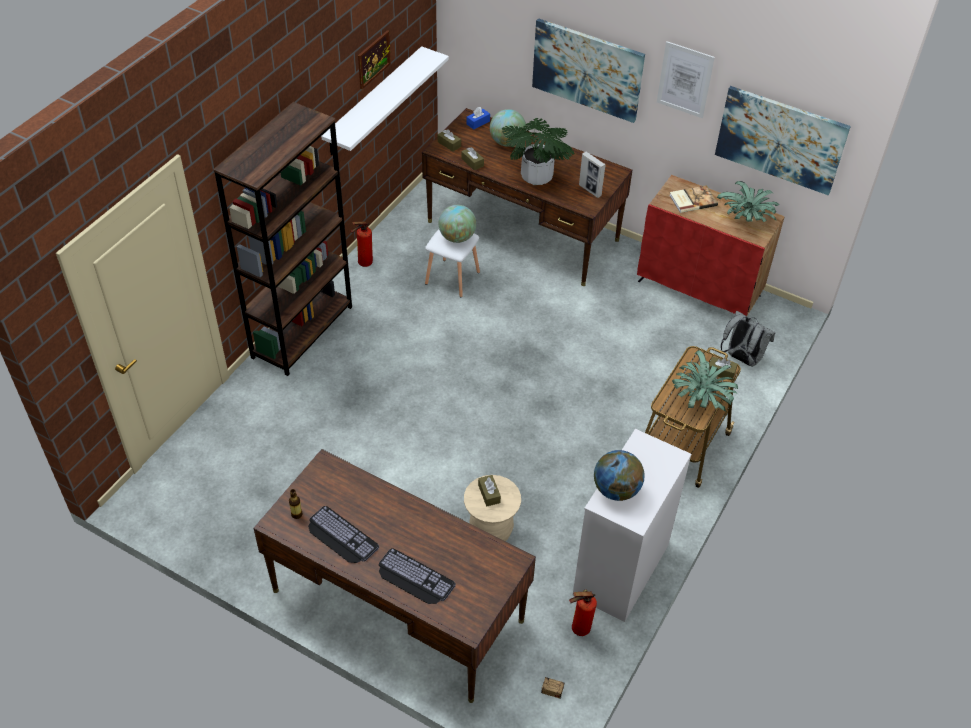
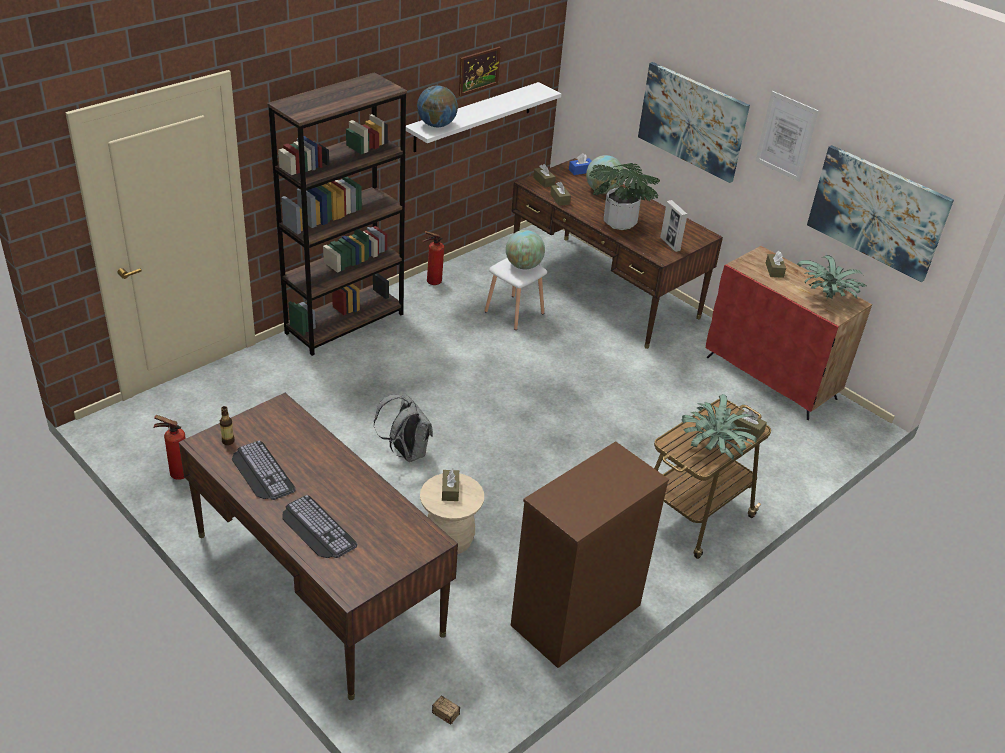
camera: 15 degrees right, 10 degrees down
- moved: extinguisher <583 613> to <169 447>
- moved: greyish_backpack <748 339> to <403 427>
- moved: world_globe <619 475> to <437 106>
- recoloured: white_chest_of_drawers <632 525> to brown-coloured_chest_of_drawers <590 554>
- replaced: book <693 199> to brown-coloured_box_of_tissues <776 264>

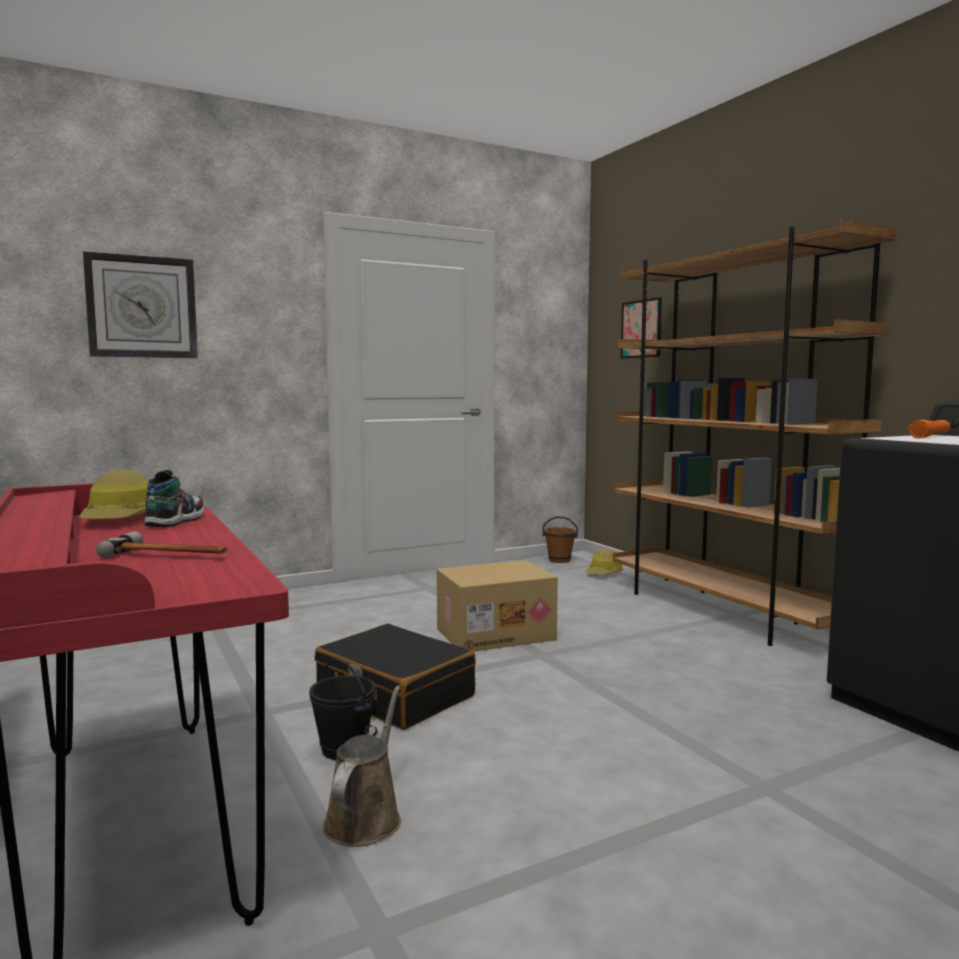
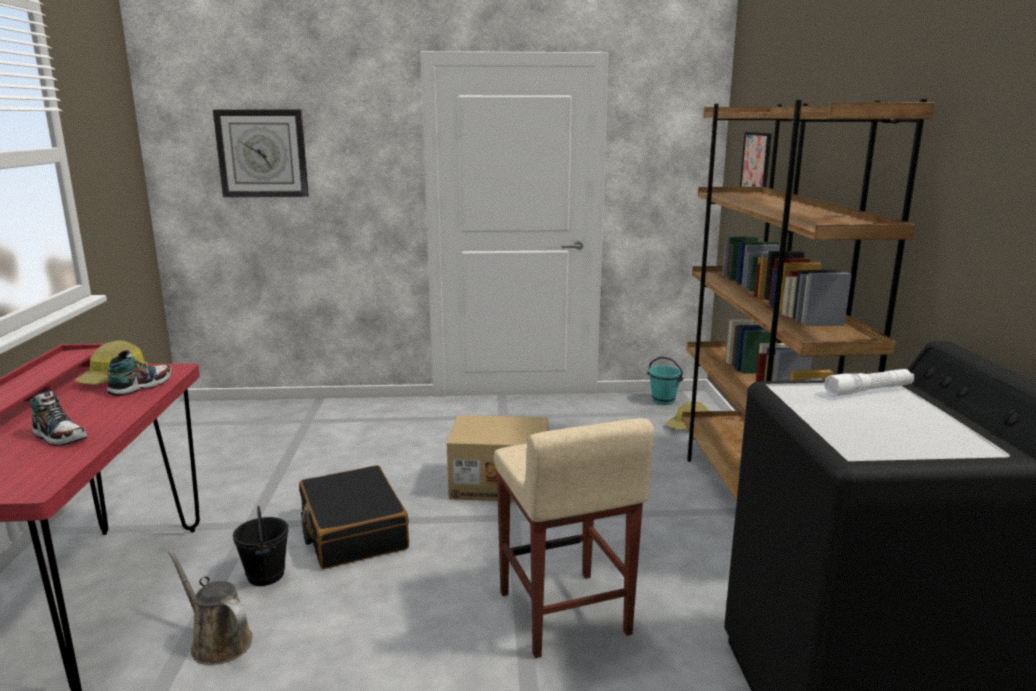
camera: 25 degrees right, 10 degrees up
- replaced: hand_hammer <162 544> to low_shoe <58 418>
- turned: brown-coloured_sprinkling_can <362 766> = <210 607> 90 degrees counterclockwise
- added: beige-coloured_sitting_stool <574 538>
- recoloured: brown-coloured_pail <560 540> to turquoise_pail <665 381>
- recoloured: orange_flashlight <930 429> to white_flashlight <869 383>

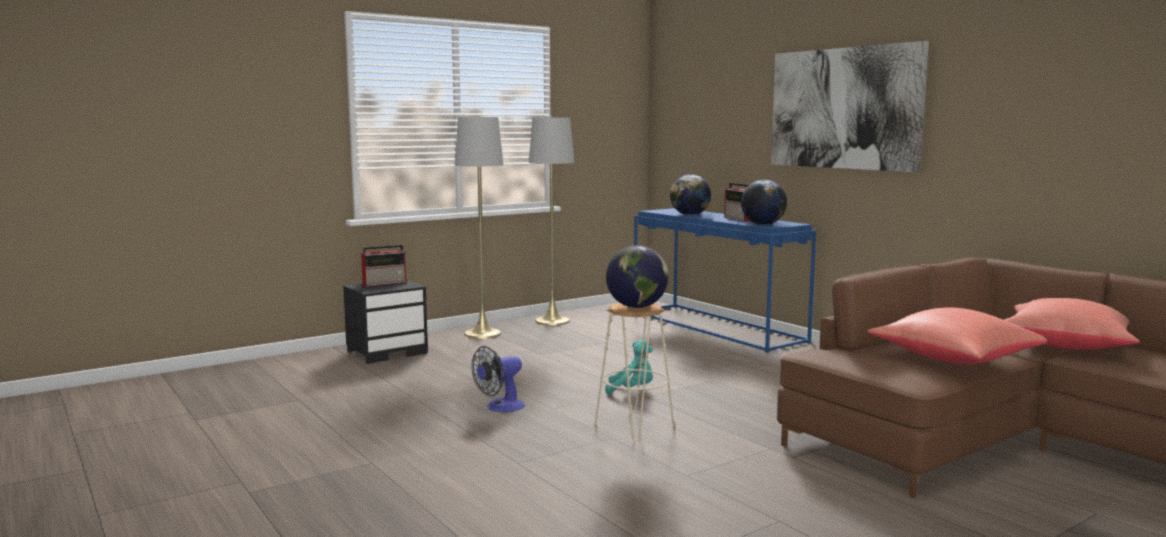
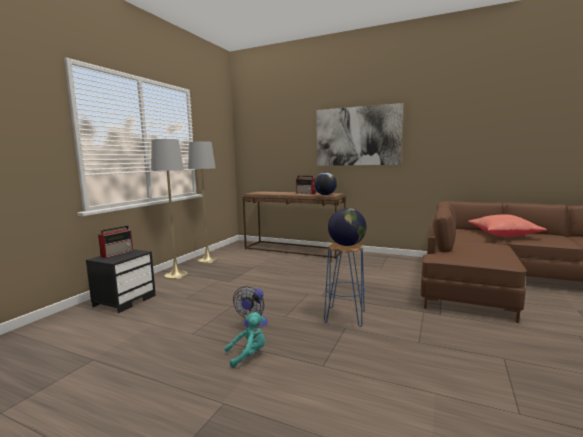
camera: 30 degrees left, 0 degrees up
- moved: turquoise_soft_toy <629 367> to <245 340>
- recoloured: bluish_console_table <725 280> to brown-coloured_console_table <294 225>
- recoloured: beige-coloured_sitting_stool <634 372> to bluish_sitting_stool <344 285>
- removed: world_globe <690 194>
- removed: red-coloured_cushion <957 335>

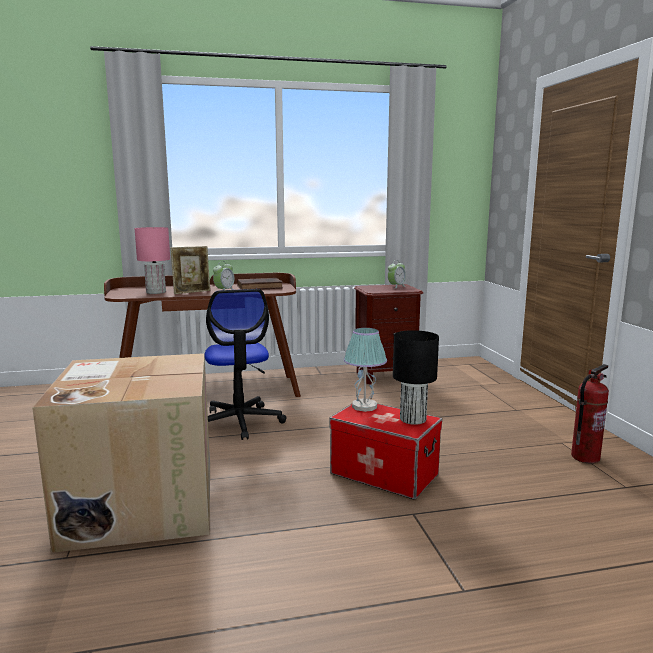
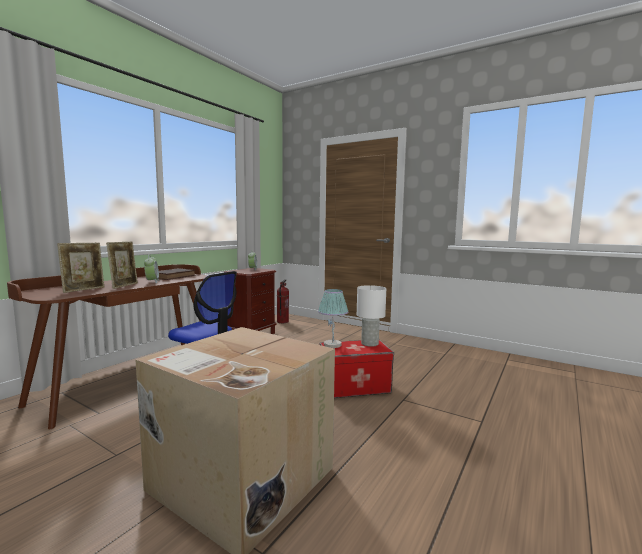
camera: 45 degrees left, 5 degrees down
- replaced: pink_table_lamp <152 260> to standing_frame <80 268>
- moved: extinguisher <590 414> to <283 301>
- recoloured: black_table_lamp <416 377> to white_table_lamp <371 316>

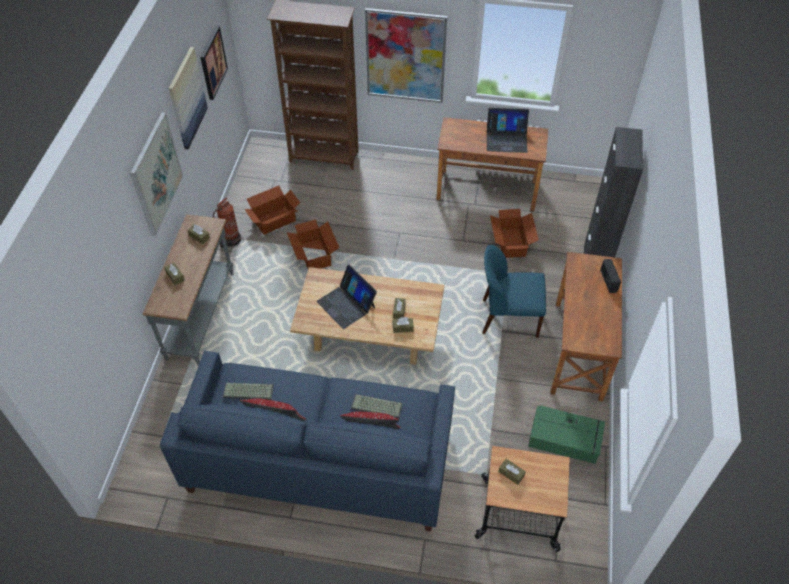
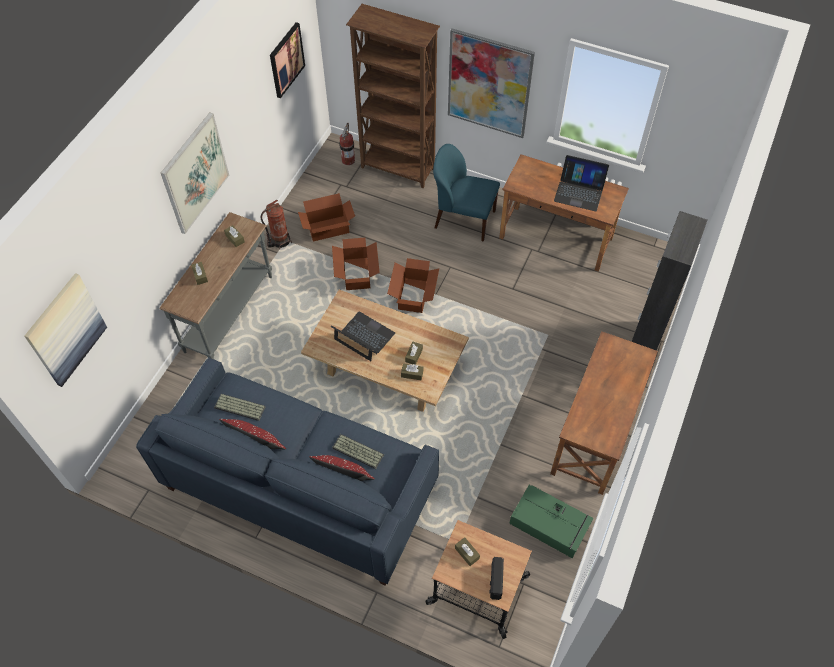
camera: 15 degrees right, 5 degrees up
- moved: wall_art <188 98> to <66 330>
- turned: laptop <347 297> = <362 336> 150 degrees clockwise
- added: extinguisher <347 143>
- moved: carton <514 233> to <413 285>
- moved: bluish_upright_chair <514 291> to <466 193>
- moved: radio <610 276> to <496 578>

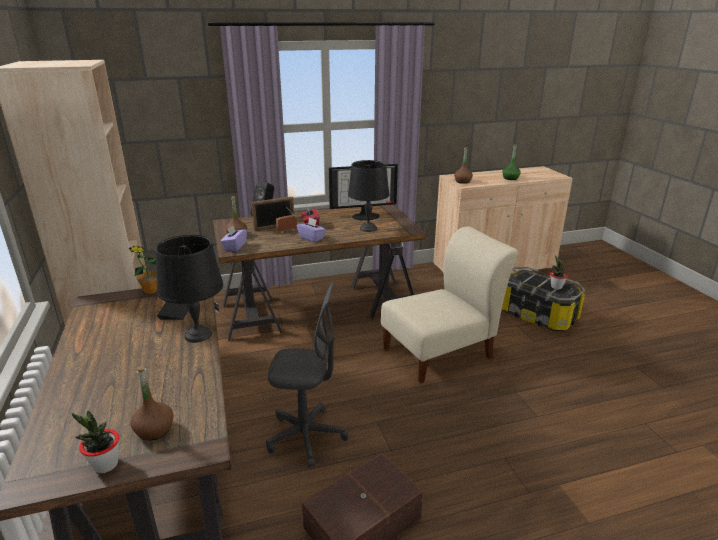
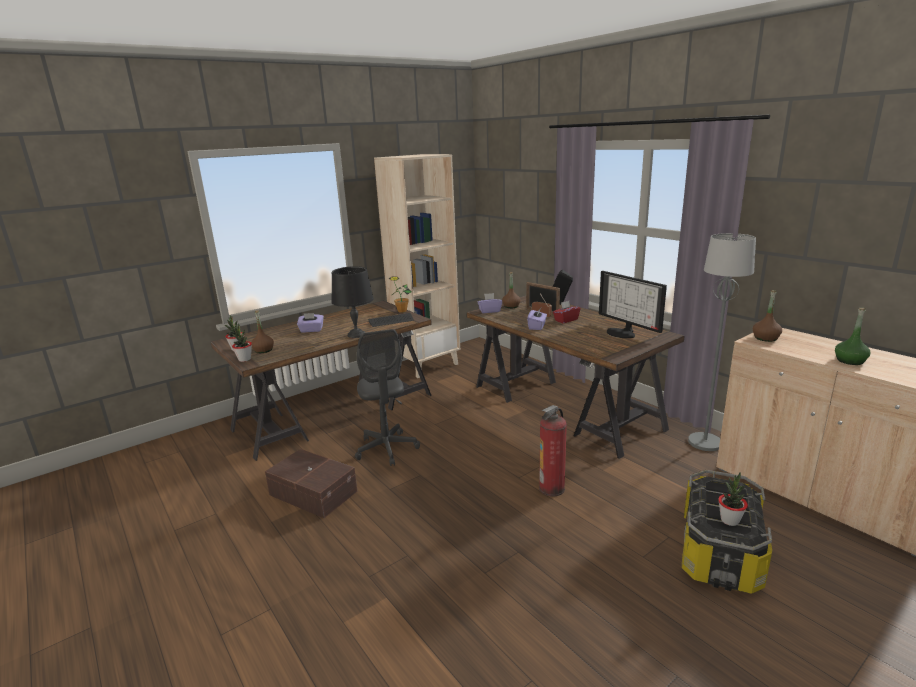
camera: 70 degrees right, 5 degrees down
- added: potted_plant <242 342>
- added: purple_box_of_tissues <310 323>
- replaced: beige-coloured_upright_chair <449 305> to extinguisher <553 450>
- added: greyish_floor_lamp <722 342>
- removed: black_table_lamp <368 196>

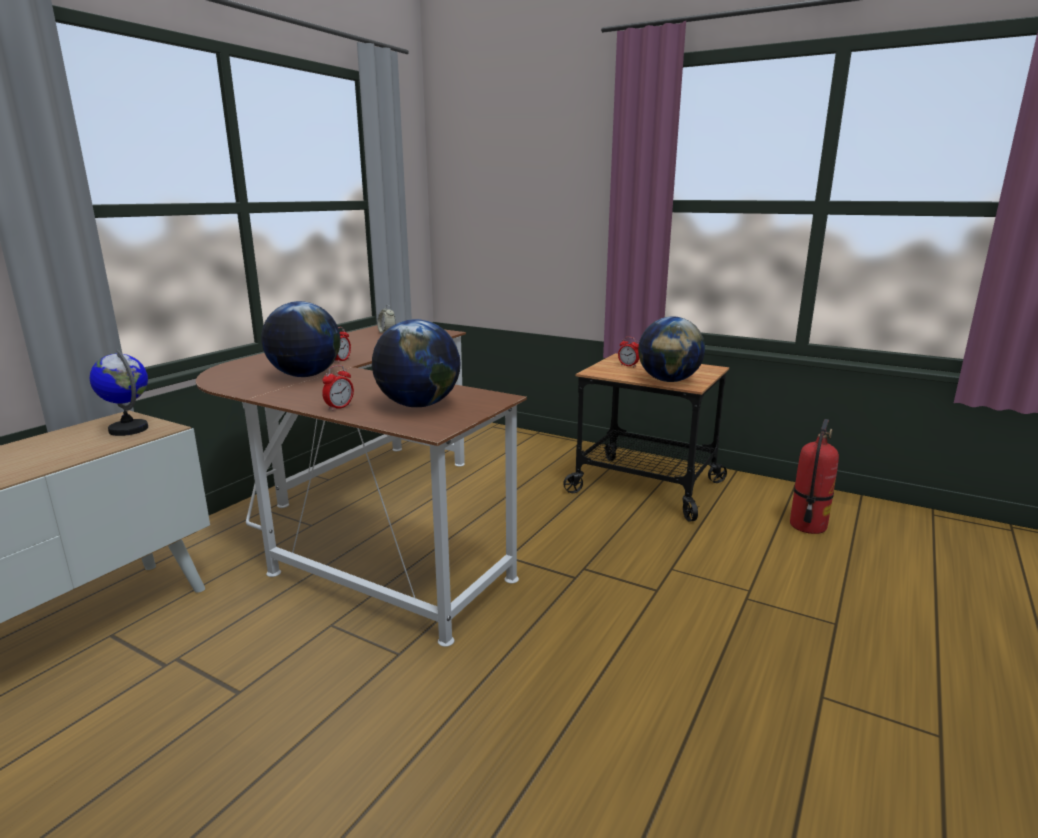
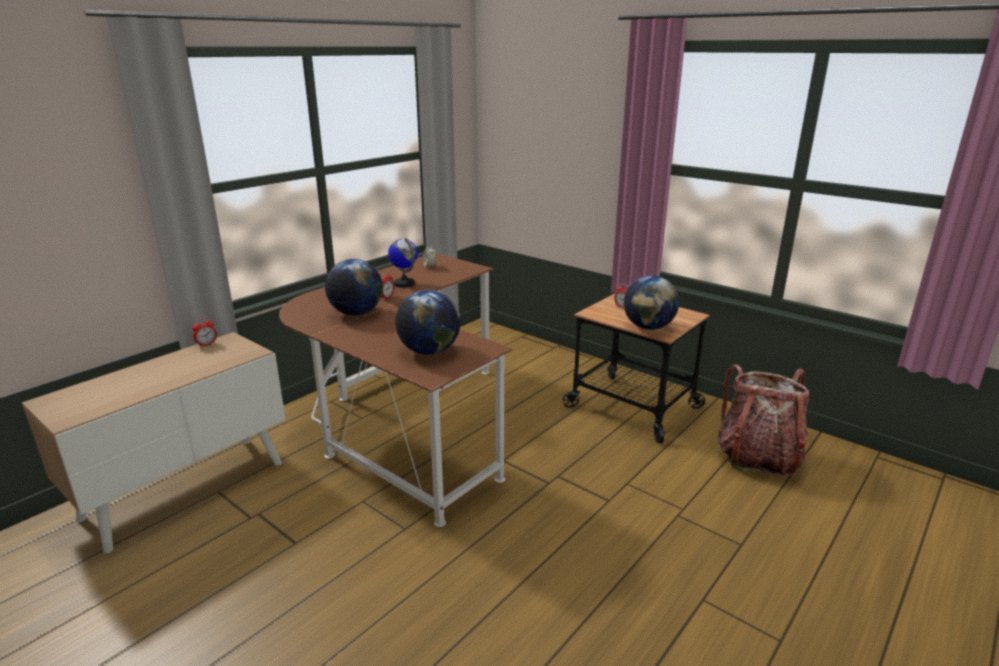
camera: 10 degrees right, 5 degrees up
- moved: table_clock <338 388> to <204 332>
- moved: world_globe <118 392> to <403 262>
- replaced: extinguisher <814 476> to backpack <764 421>

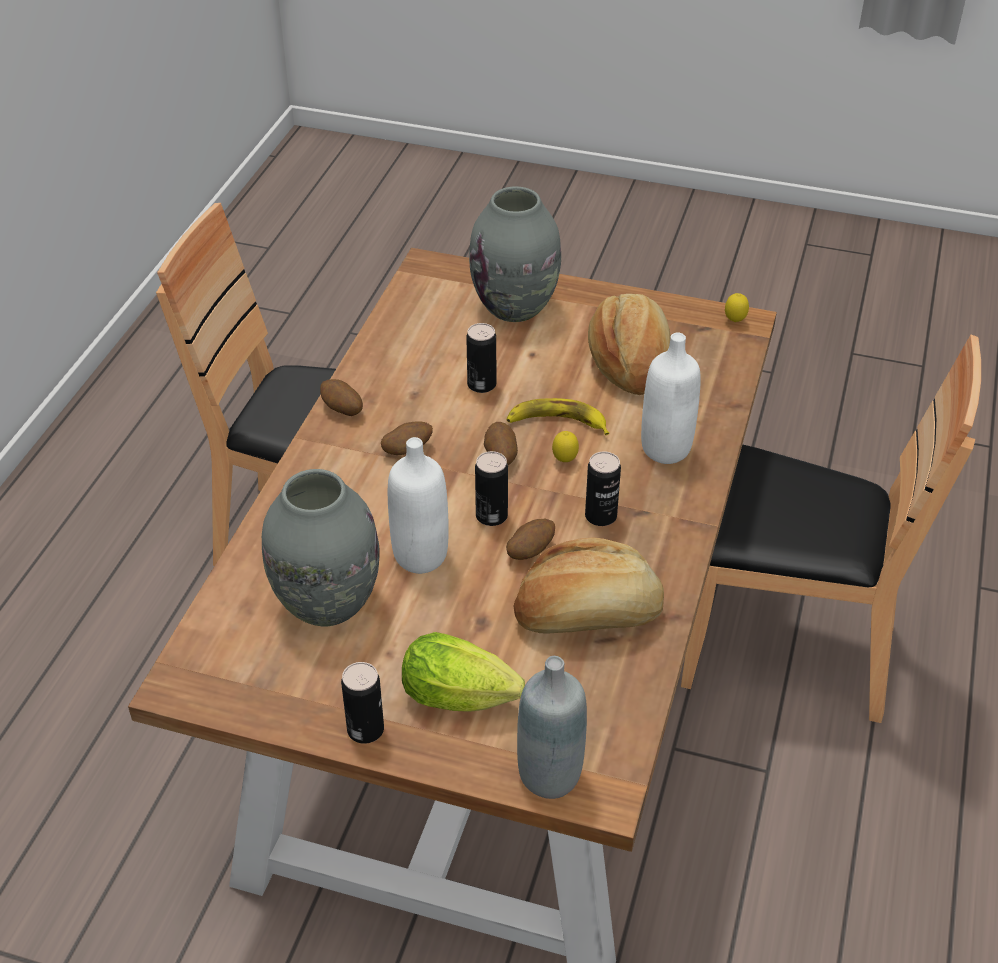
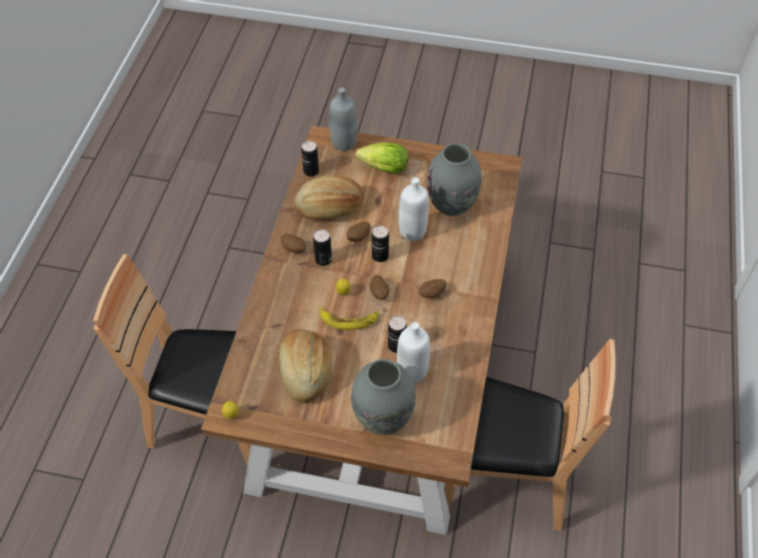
camera: 175 degrees right, 10 degrees up
- moved: potato <341 397> to <293 243>
- moved: can <362 703> to <310 159>
- moved: white_beverage_bottle <671 398> to <413 353>

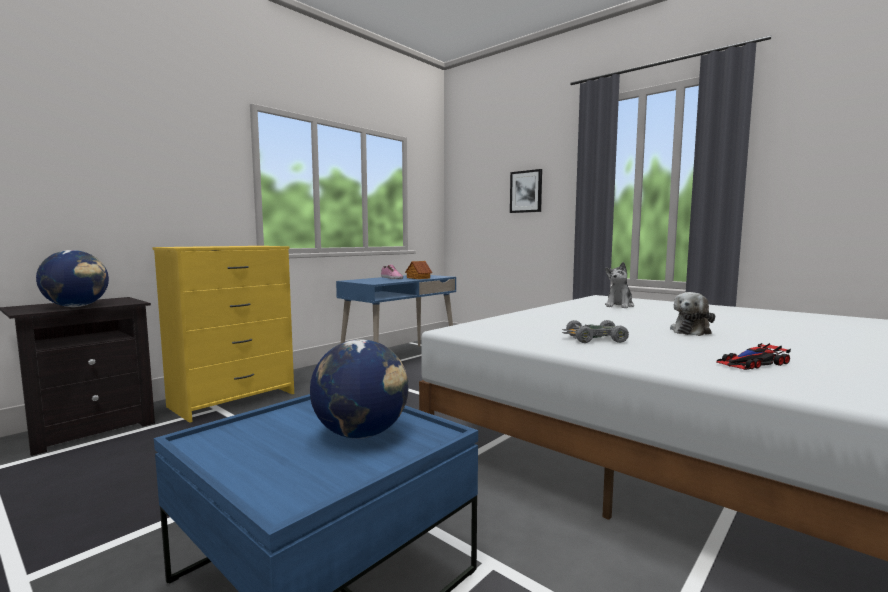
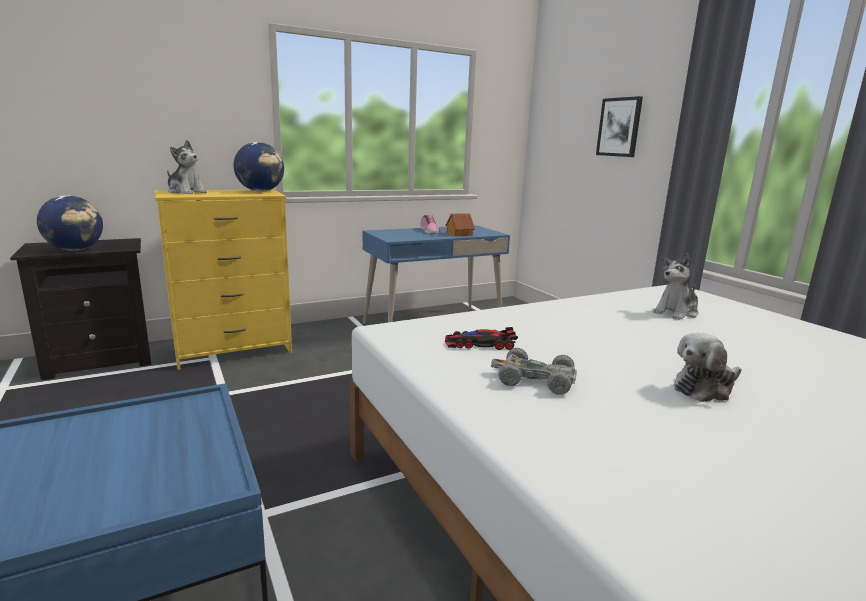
camera: 20 degrees right, 10 degrees up
- added: soft_toy <187 167>
- moved: world_globe <359 389> to <259 167>
- moved: toy_car <753 356> to <481 338>

